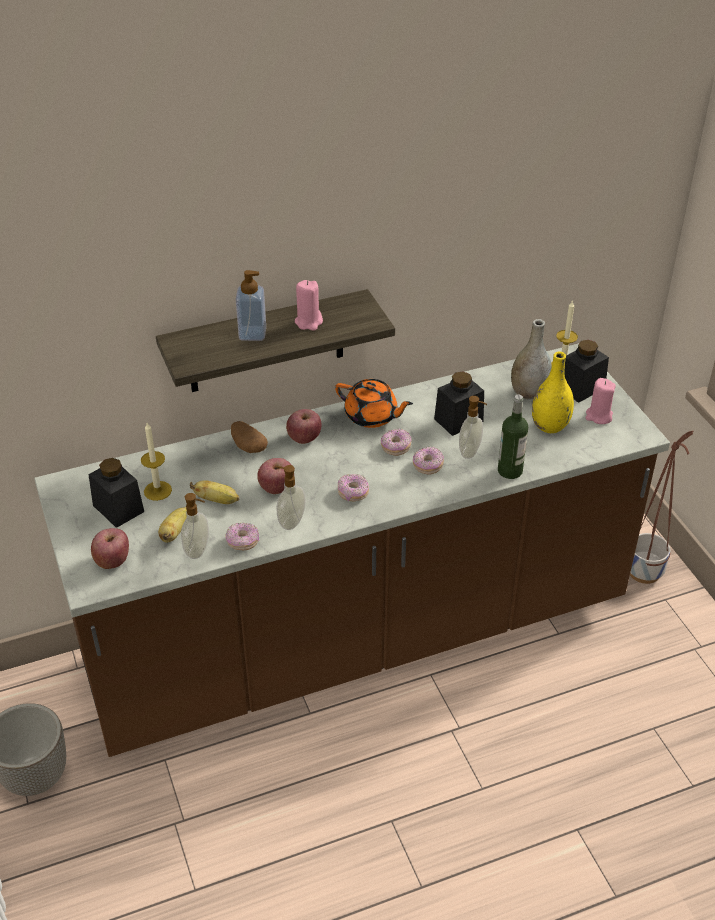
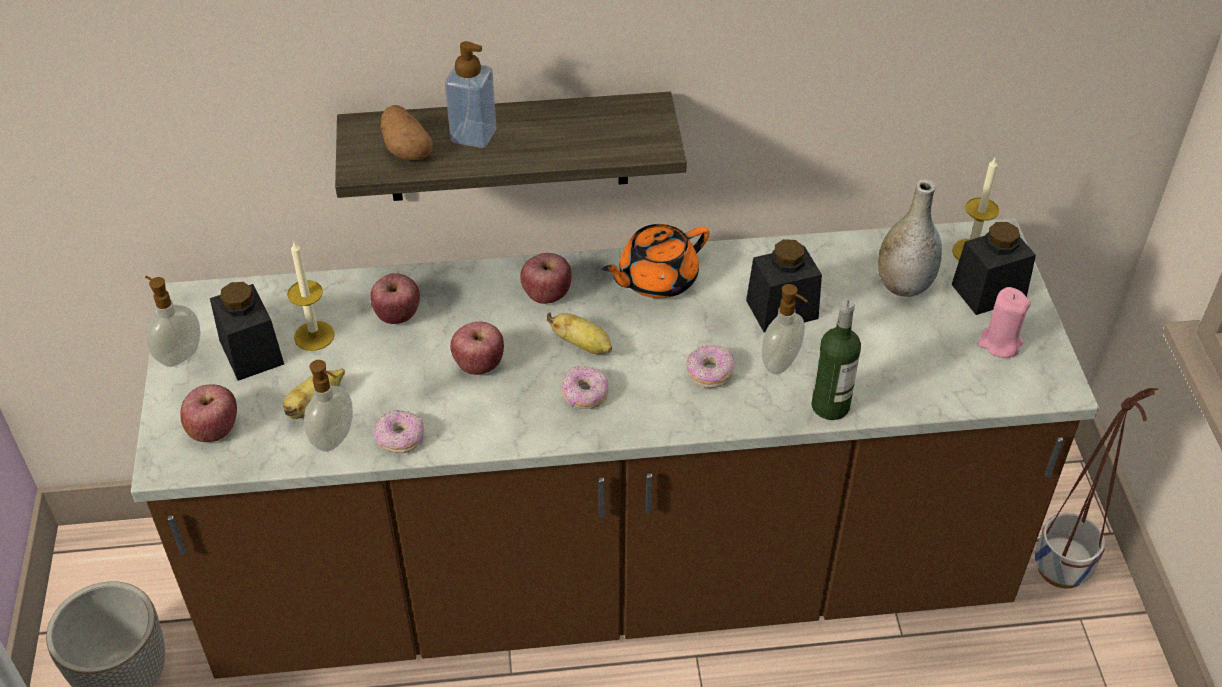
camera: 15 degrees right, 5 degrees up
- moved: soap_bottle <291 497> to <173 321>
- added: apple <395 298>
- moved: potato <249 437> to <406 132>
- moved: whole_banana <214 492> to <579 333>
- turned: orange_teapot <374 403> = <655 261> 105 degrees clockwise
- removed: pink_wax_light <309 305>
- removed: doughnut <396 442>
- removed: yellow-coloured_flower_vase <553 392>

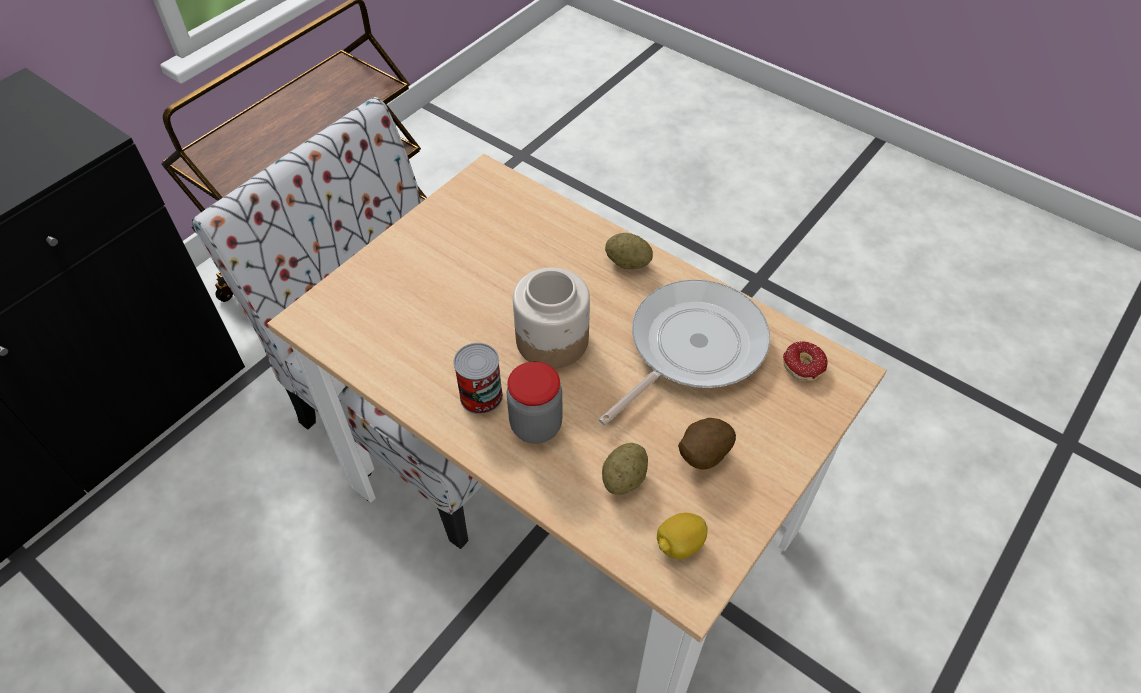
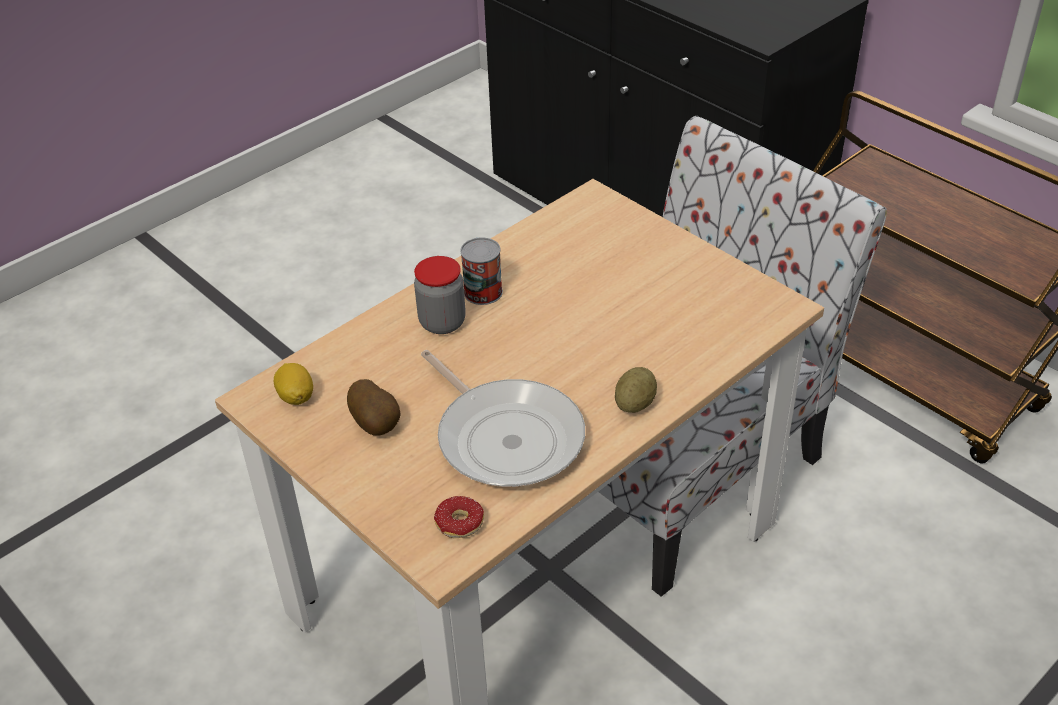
camera: 100 degrees right, 10 degrees down
- removed: storage_jar <551 317>
- removed: potato <625 469>

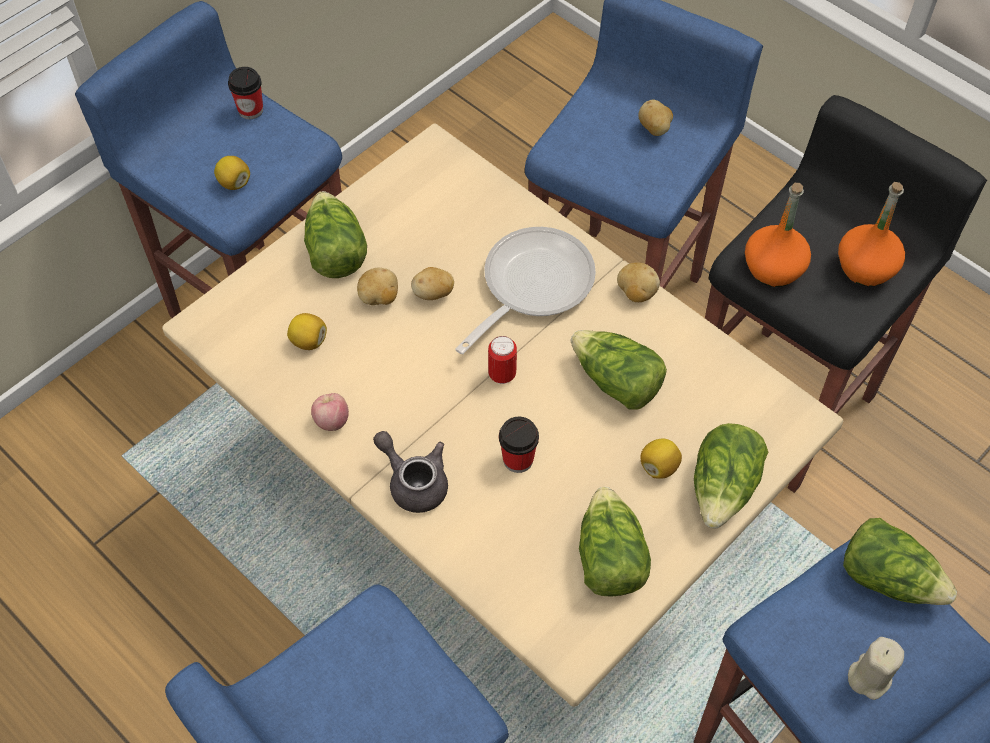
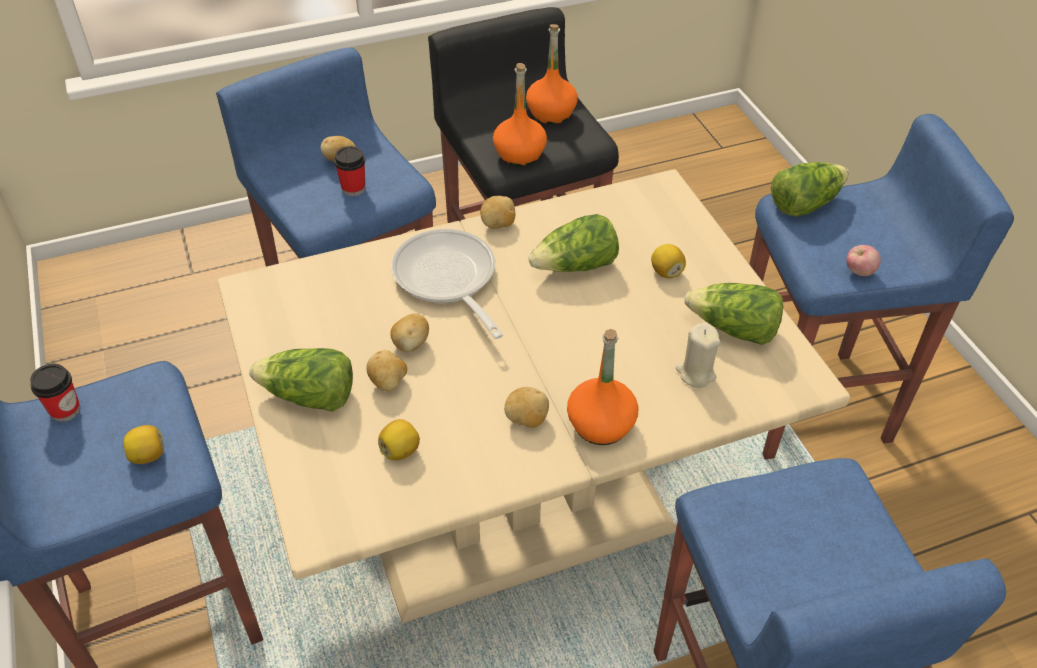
camera: 65 degrees left, 10 degrees down
- moved: cup <519 445> to <349 171>
- added: potato <526 407>
- replaced: greyish_teapot <410 472> to orange_beverage_bottle <602 387>
- moved: beige-coloured_wax_light <876 668> to <698 355>
- moved: apple <330 412> to <863 260>
- removed: can <502 360>
- removed: lettuce <731 476>

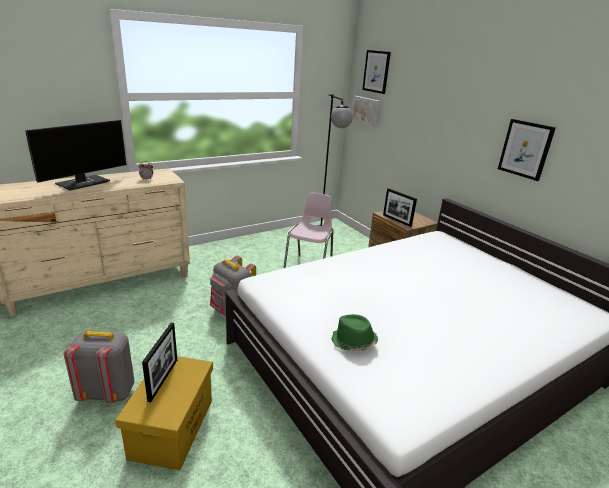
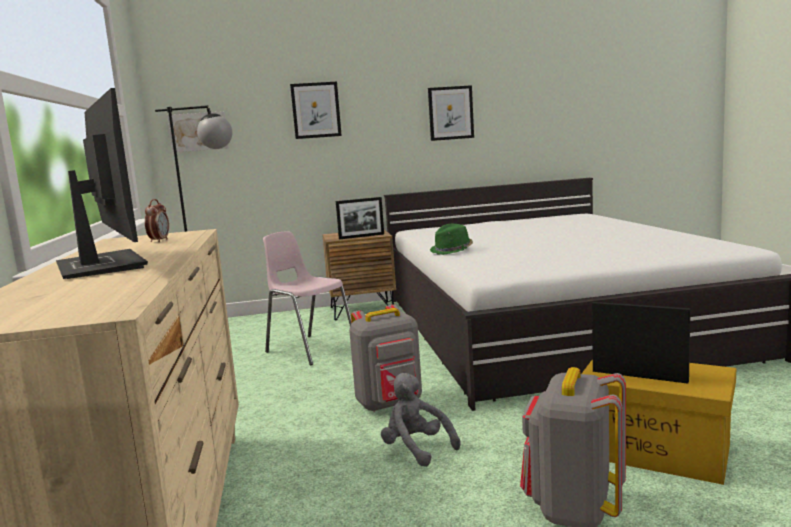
camera: 65 degrees left, 15 degrees down
- moved: wall_art <376 72> to <316 110>
- added: greyish_soft_toy <420 420>
- moved: green-coloured_clothing_hat <354 332> to <451 239>

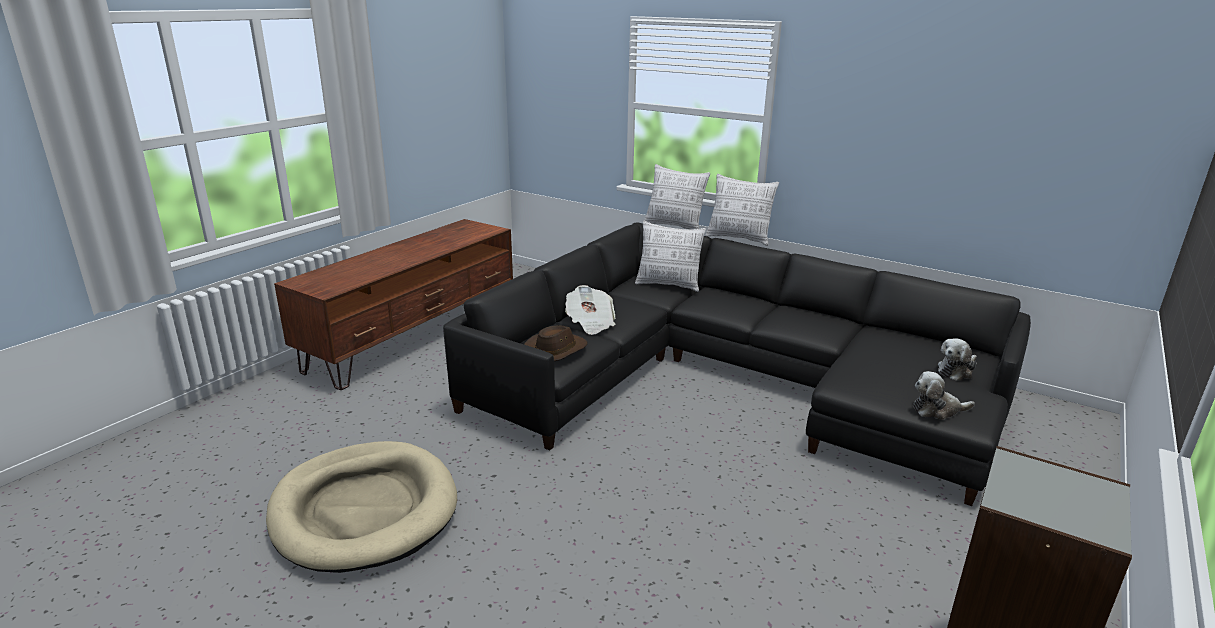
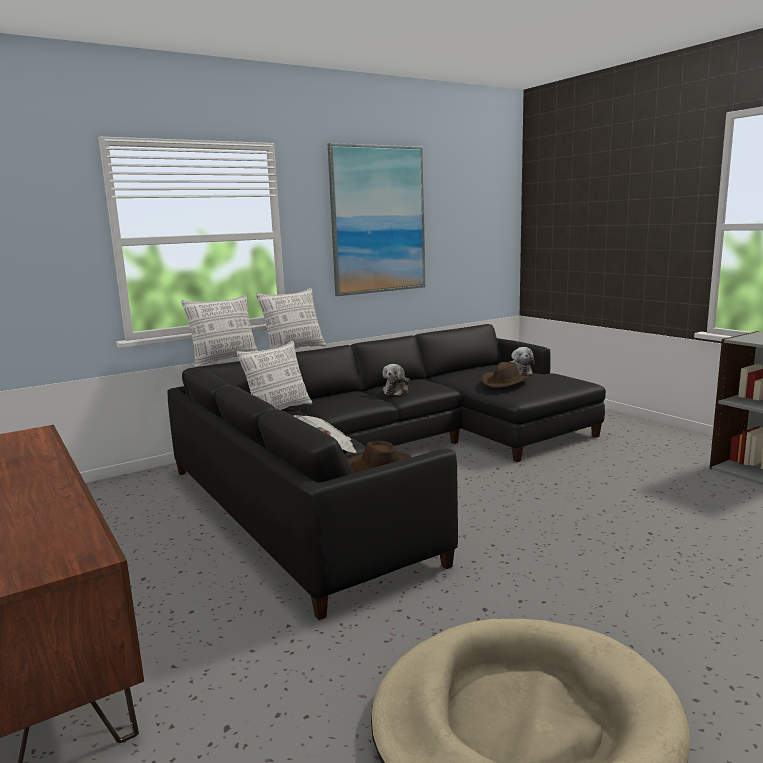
camera: 65 degrees left, 10 degrees down
- added: wall_art <376 219>
- moved: soft_toy <944 395> to <396 379>
- added: brown-coloured_clothing_hat <506 375>

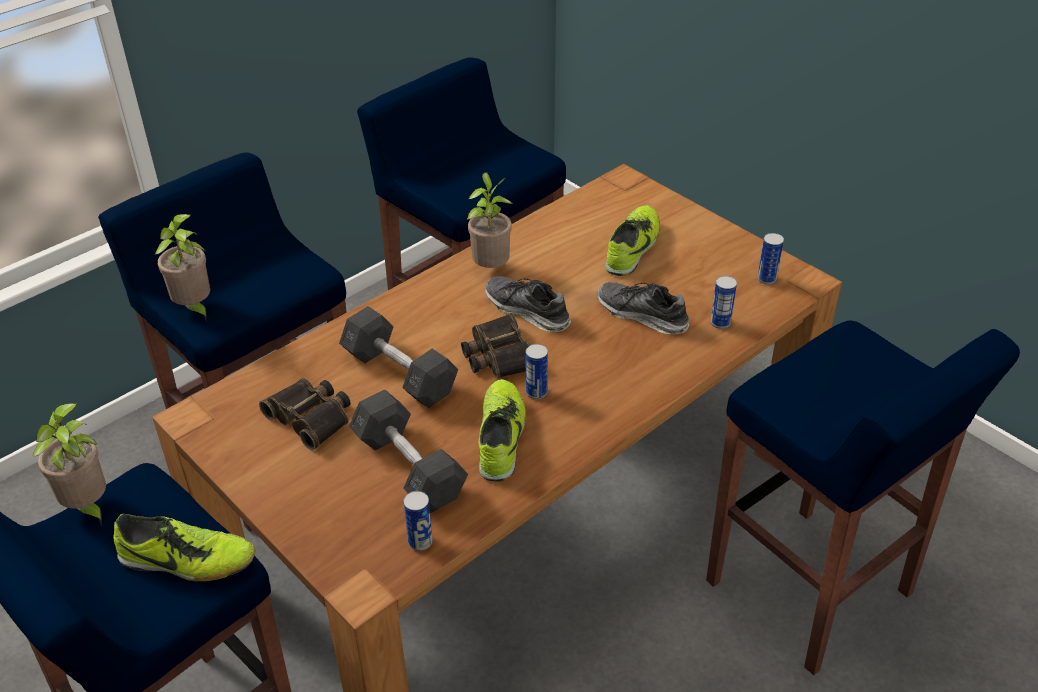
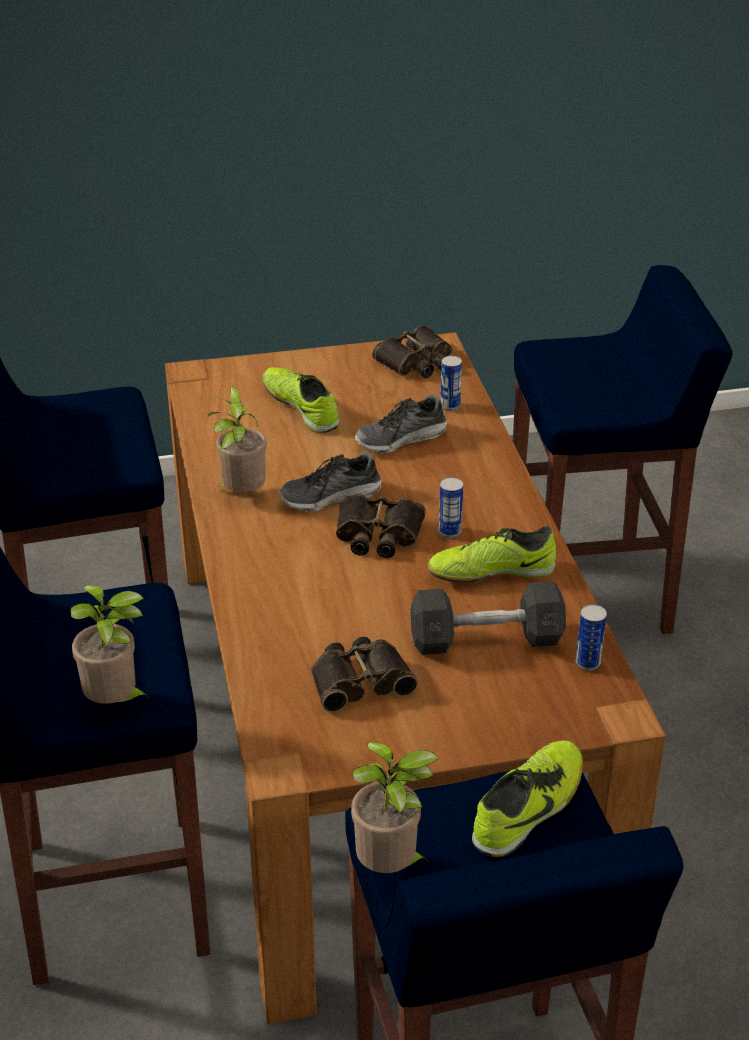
camera: 60 degrees left, 5 degrees down
- replaced: can <770 259> to pair_of_binoculars <412 351>
- turned: low_shoe <502 430> = <492 554> 45 degrees counterclockwise
- removed: greyish_dumbbell <398 357>

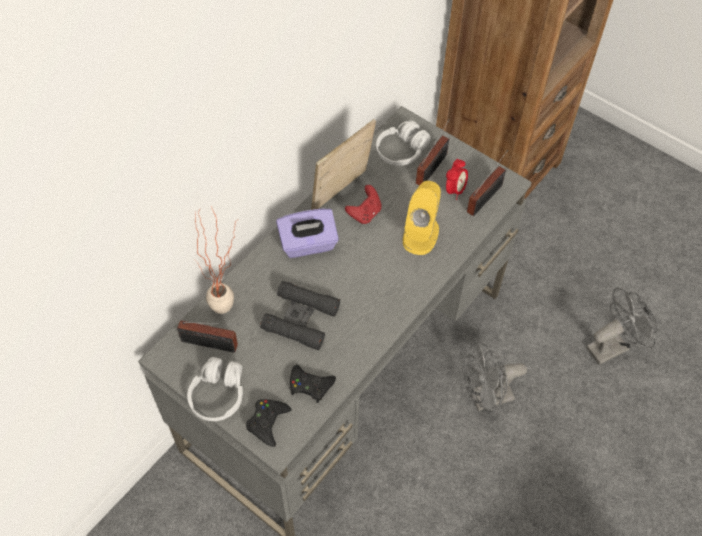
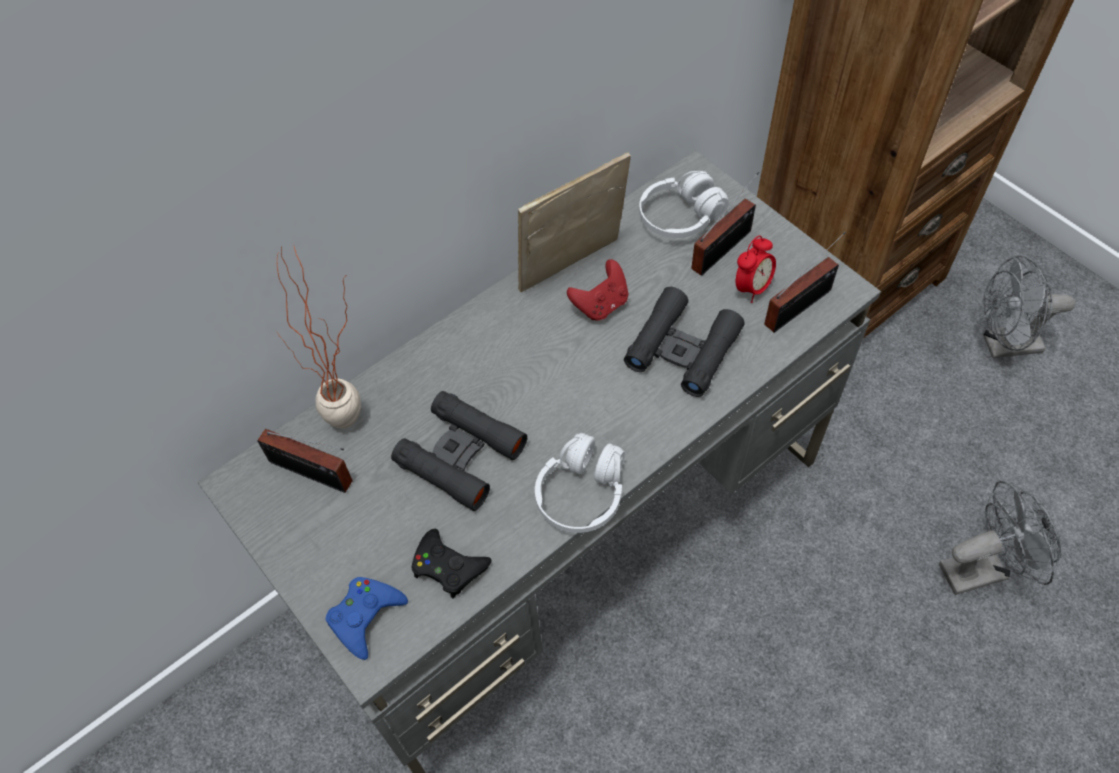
camera: 15 degrees right, 0 degrees up
- recoloured: black_joypad <268 423> to bluish_joypad <366 618>
- moved: white_pair_of_headphones <215 389> to <580 483>
- replaced: yellow-coloured_audio_speaker <422 218> to black_pair_of_binoculars <684 342>
- moved: greyish_cooling_fan <495 377> to <1029 307>
- removed: purple_box_of_tissues <307 233>

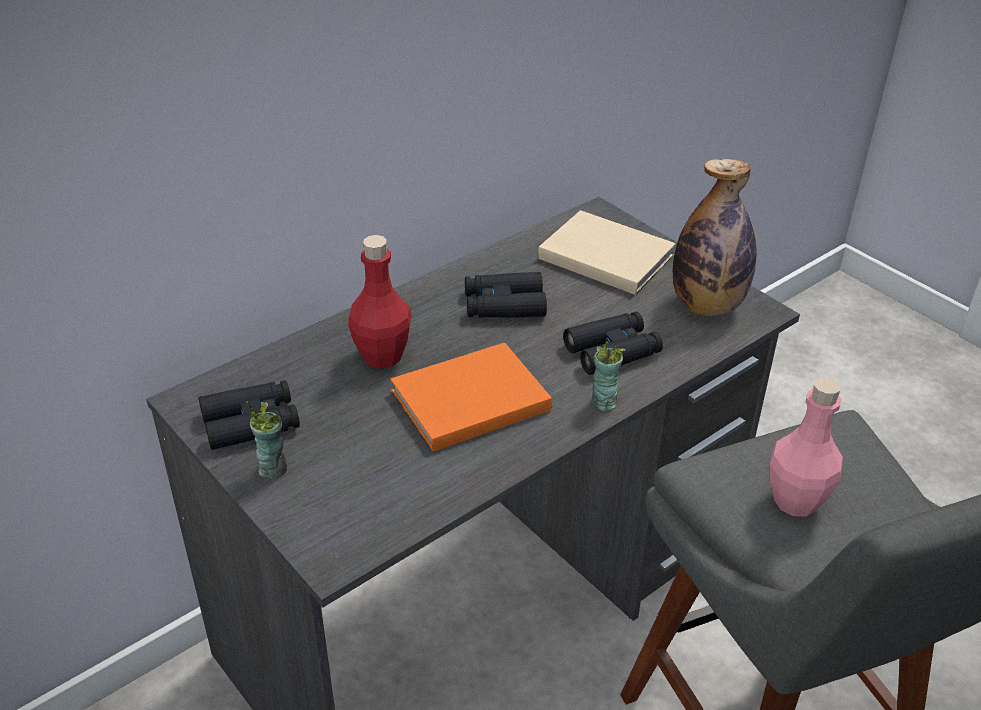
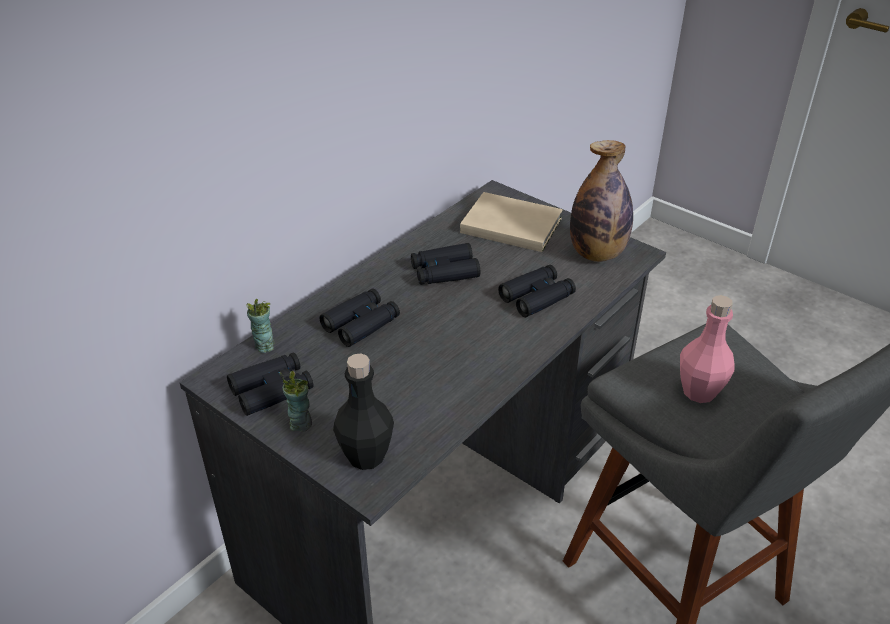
camera: 10 degrees left, 0 degrees up
- moved: cup <608 376> to <261 326>
- replaced: red-coloured_beverage_bottle <379 302> to black_pair_of_binoculars <360 317>
- added: black_beverage_bottle <363 411>
- removed: orange_book <471 397>

